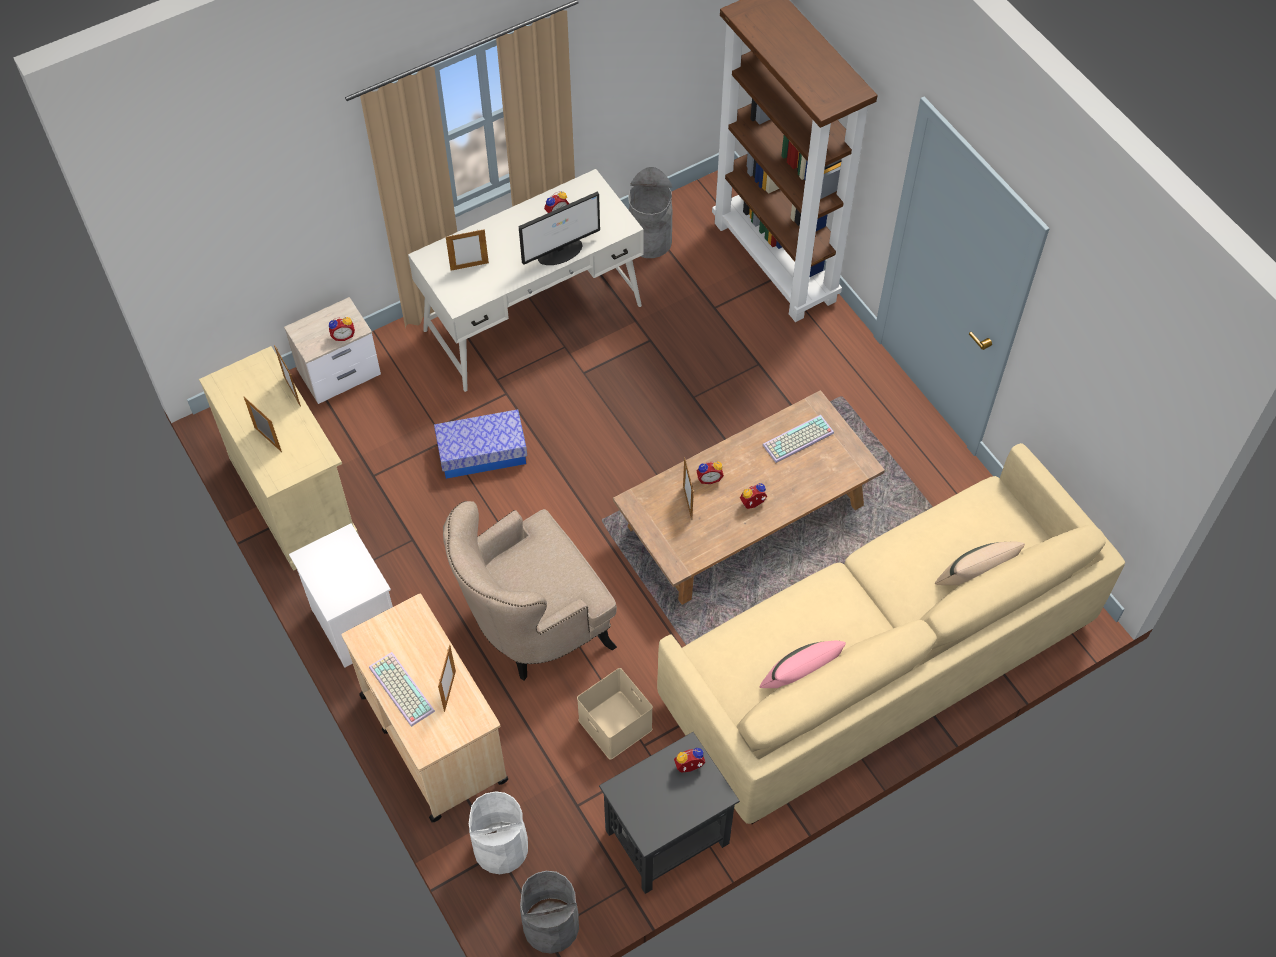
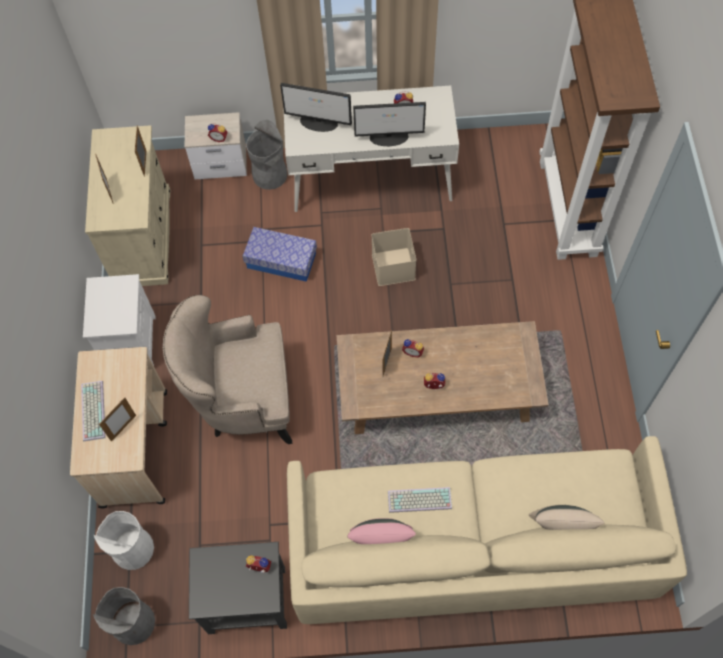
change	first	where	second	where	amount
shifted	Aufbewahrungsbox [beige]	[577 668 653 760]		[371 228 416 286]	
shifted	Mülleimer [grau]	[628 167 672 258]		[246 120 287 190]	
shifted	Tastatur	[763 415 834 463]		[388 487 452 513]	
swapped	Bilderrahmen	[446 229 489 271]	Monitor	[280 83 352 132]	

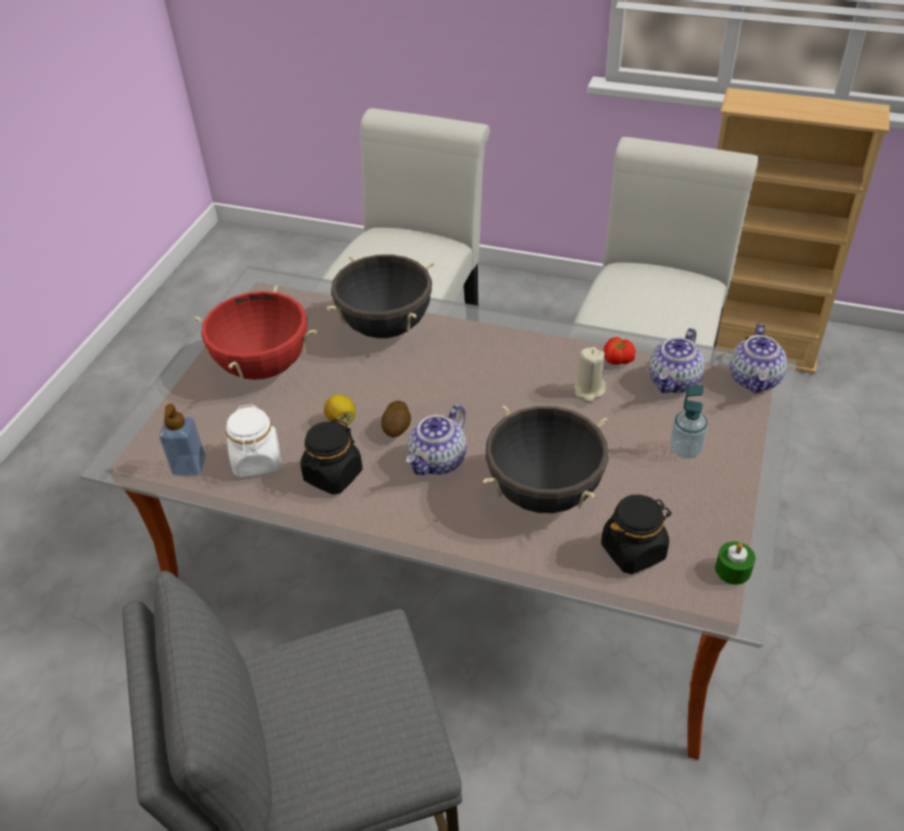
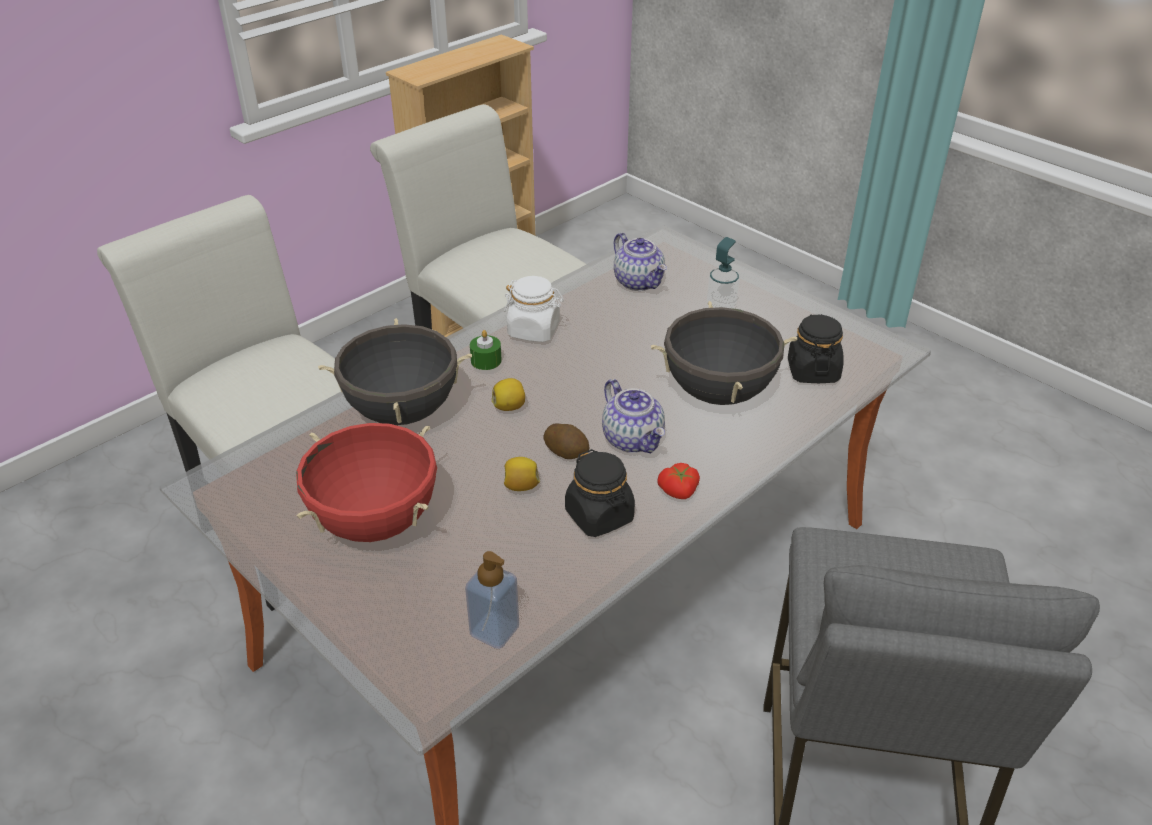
change	first	where	second	where	amount
gone	Kerze [beige]	[574 347 606 402]			
gone	Teekanne	[730 324 787 394]			
new			Zitrone	[492 378 525 411]	
shifted	Vorratsglas [weiß]	[226 404 281 477]		[504 276 564 342]	
shifted	Tomate	[604 337 635 365]		[657 463 700 499]	
shifted	Kerze [grün]	[715 541 756 585]		[470 330 502 370]	

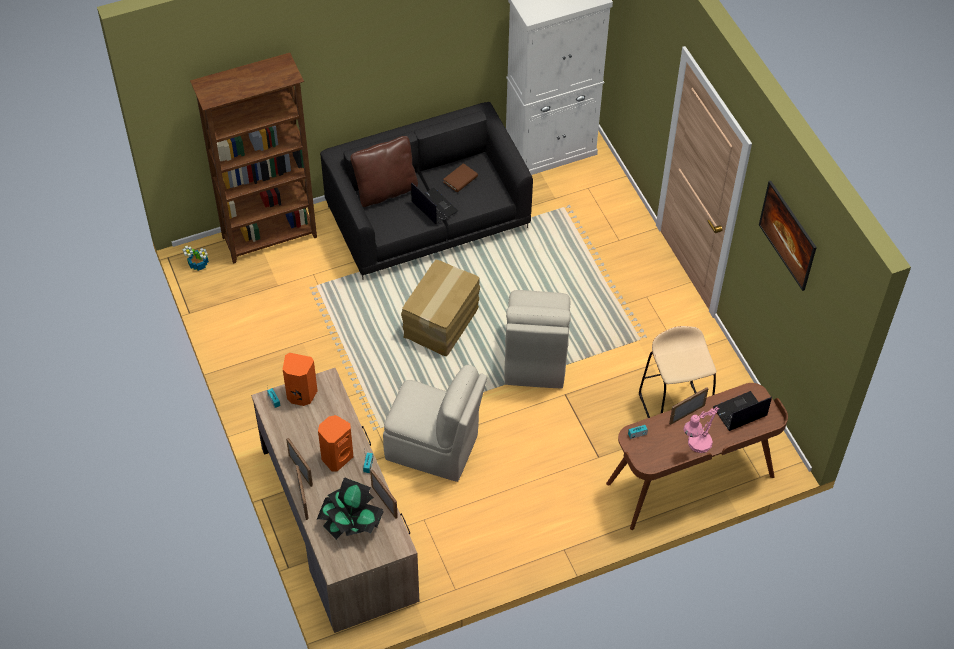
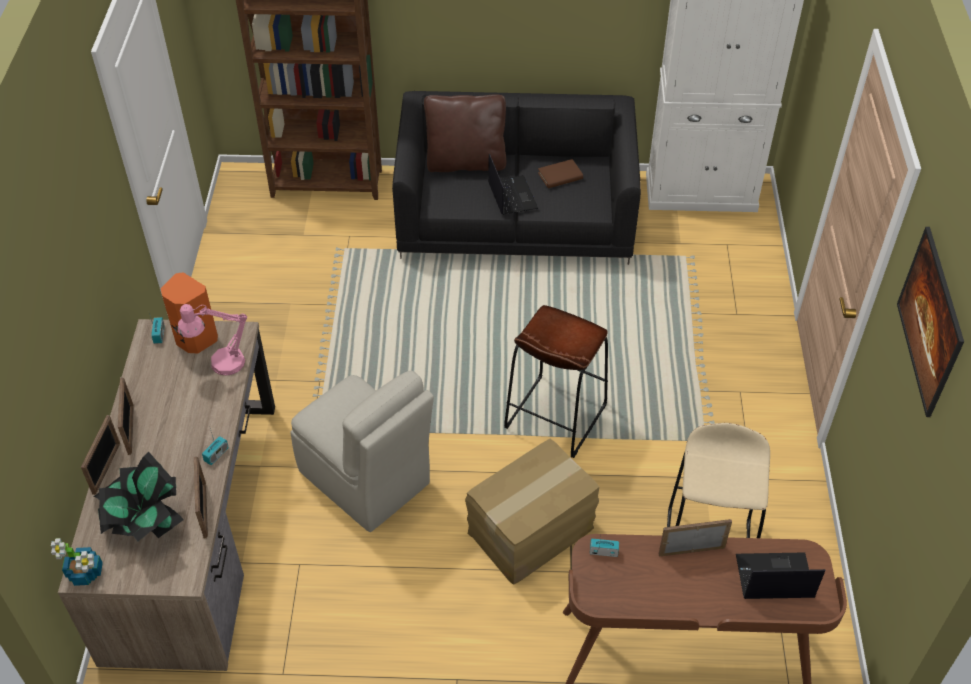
change	first	where	second	where	amount
gone	Lautsprecher [orange]	[318 415 353 472]			
shifted	Topfpflanze	[182 246 209 271]		[51 538 103 586]	
shifted	Karton	[401 259 480 357]		[465 439 599 585]	
shifted	Tischlampe [rosa]	[684 407 719 453]		[178 304 247 376]	
swapped	Stuhl [beige]	[505 290 571 389]	Hocker [braun]	[504 305 608 458]	

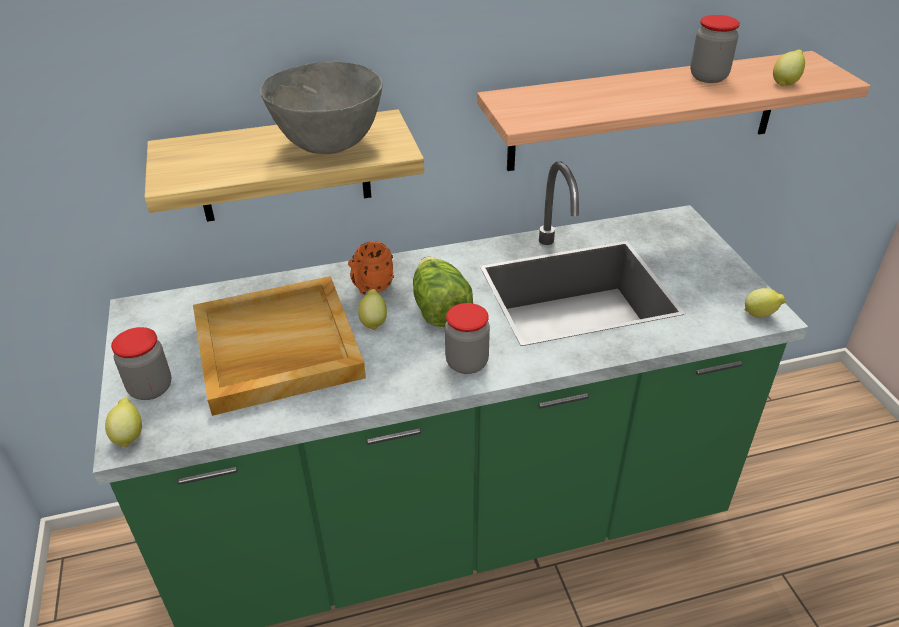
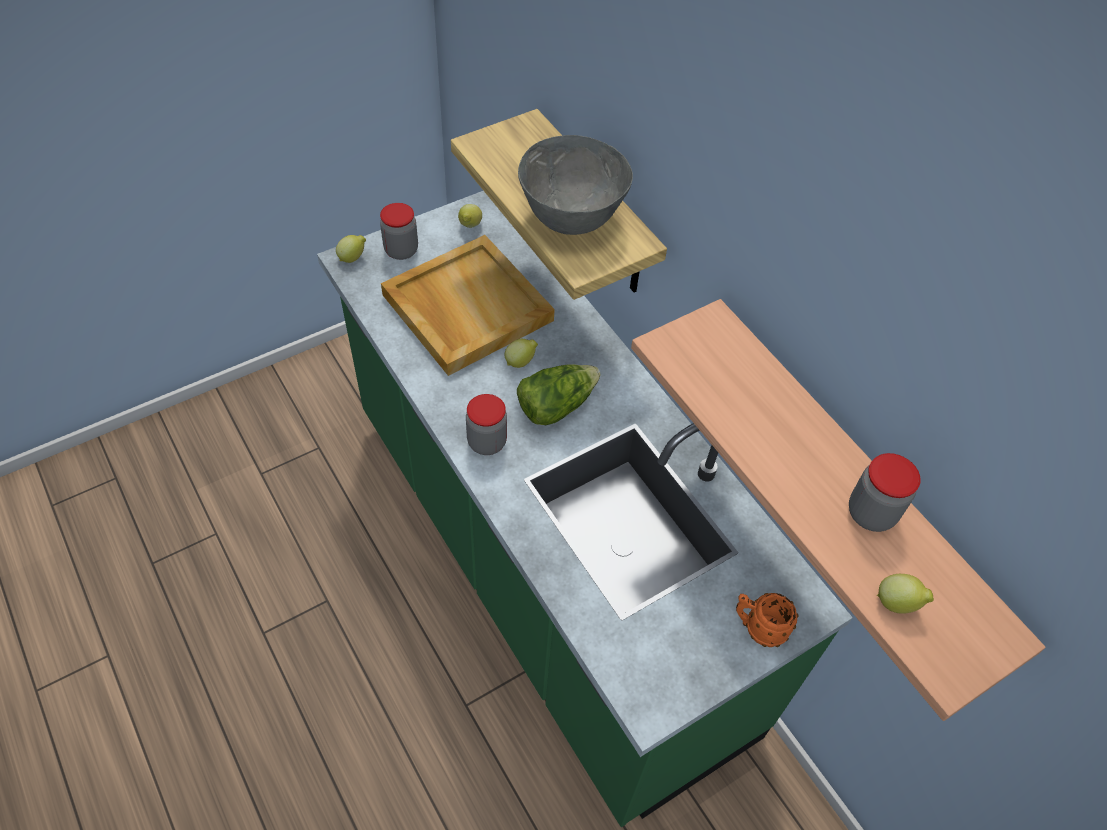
change	first	where	second	where	amount
shifted	Henkelbecher [orange]	[348 241 394 295]		[736 593 798 647]	
shifted	Zitrone	[744 288 786 318]		[458 204 482 228]	

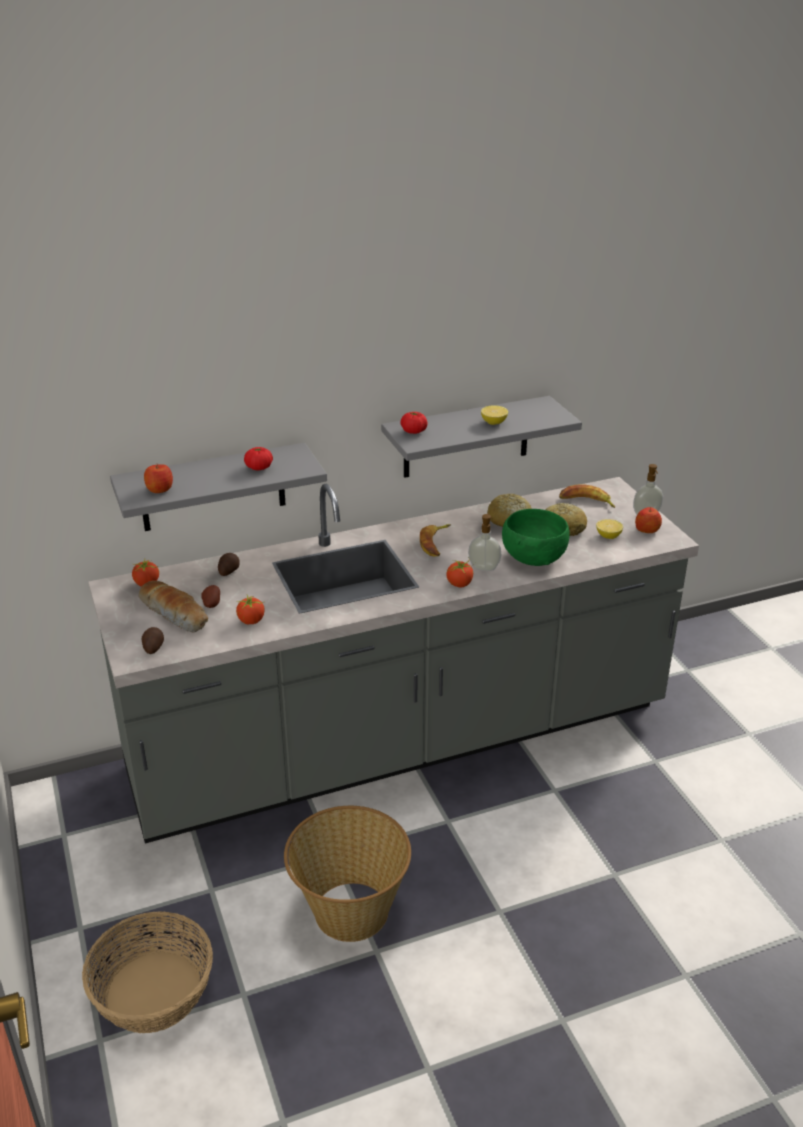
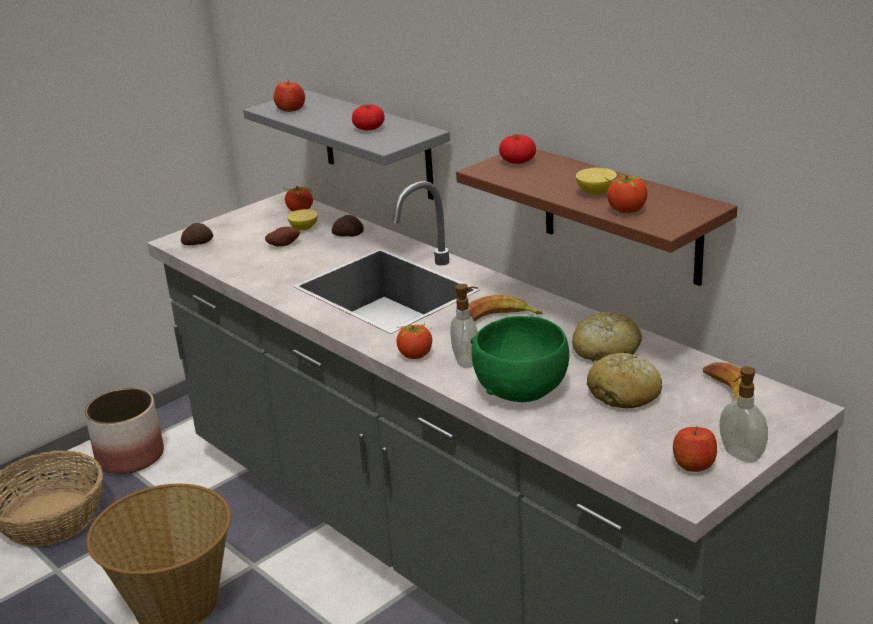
change	first	where	second	where	amount
gone	Brot	[139 581 208 633]			
new			Pflanzkübel	[84 388 164 474]	
shifted	Tomate	[236 595 265 624]		[605 174 648 213]	
shifted	Zitrone	[596 519 623 539]		[287 209 318 231]	
repainted	Wandregal [grau]	[381 396 582 478]	Wandregal [braun]	[456 149 737 286]	

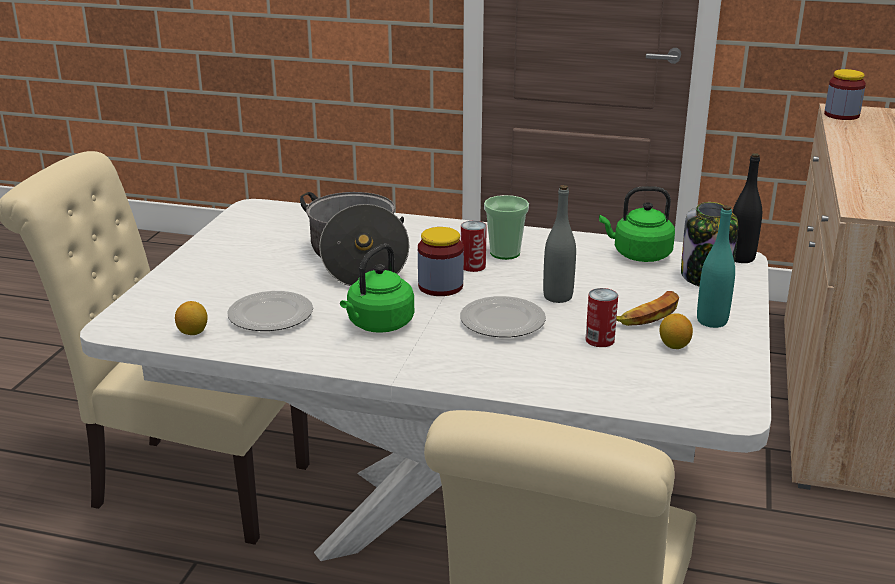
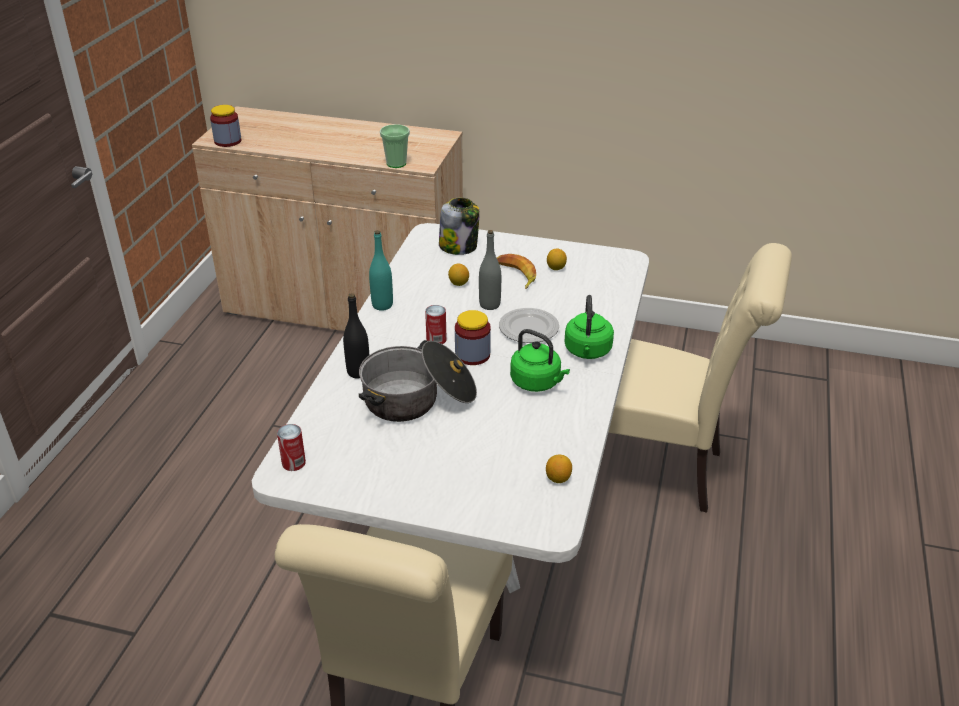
change	first	where	second	where	amount
gone	Teller	[227 291 313 331]			
new			Zitrone	[448 264 469 286]	
shifted	Tasse	[484 195 529 260]		[380 124 410 168]	
shifted	Dose	[585 288 618 347]		[277 424 306 471]	
shifted	Wasserkessel [grün]	[599 186 675 262]		[564 295 614 359]	
shifted	Flasche [türkis]	[697 205 735 328]		[369 230 393 311]	
shifted	Flasche [schwarz]	[732 153 762 263]		[343 293 369 379]	

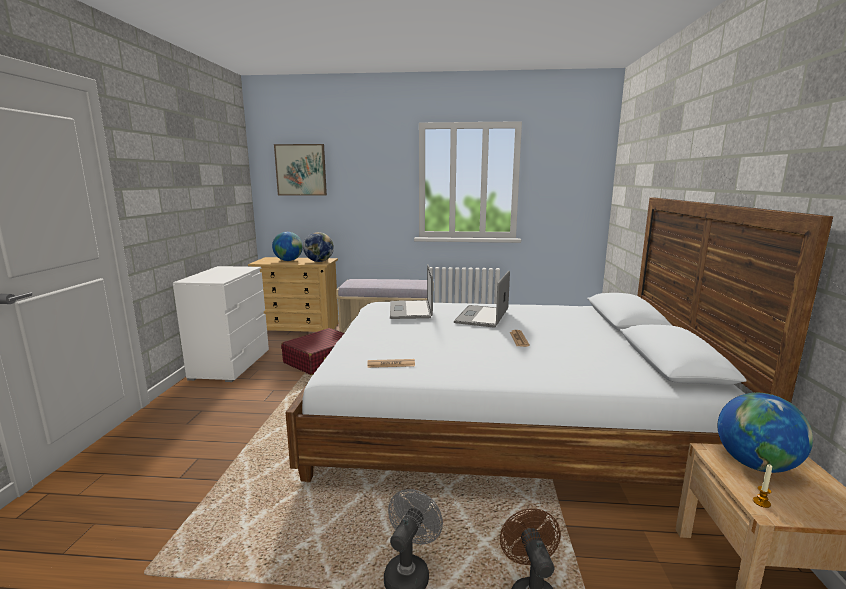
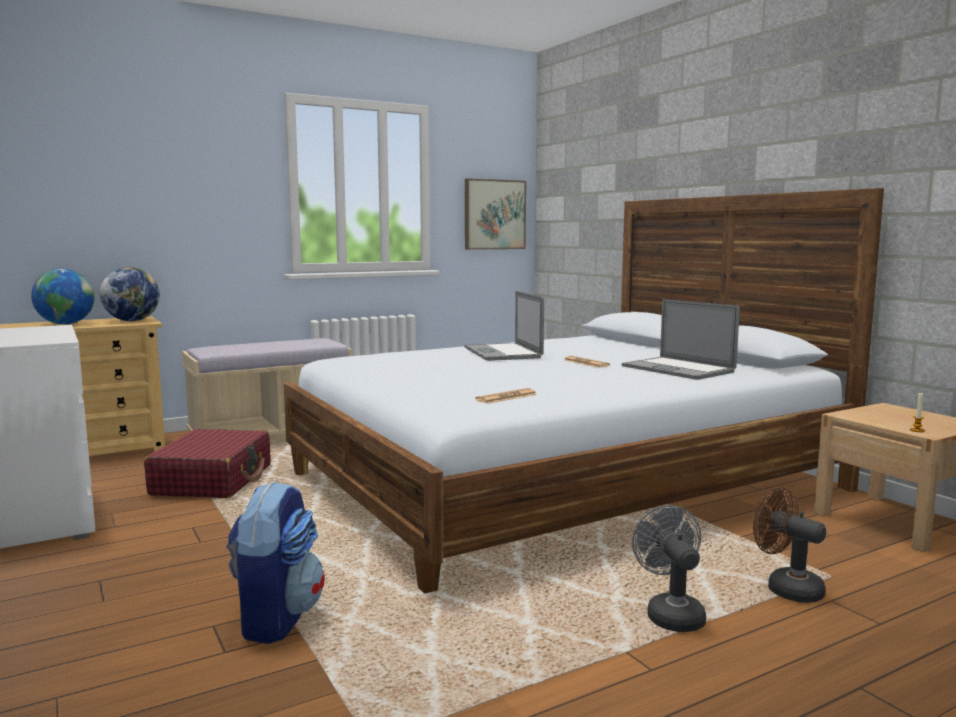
change	first	where	second	where	amount
gone	Globus	[718 393 813 473]			
new			Rucksack	[226 481 325 644]	
shifted	Bild	[274 144 327 196]		[465 178 526 250]	
shifted	Laptop	[390 264 433 319]		[622 299 740 380]	

